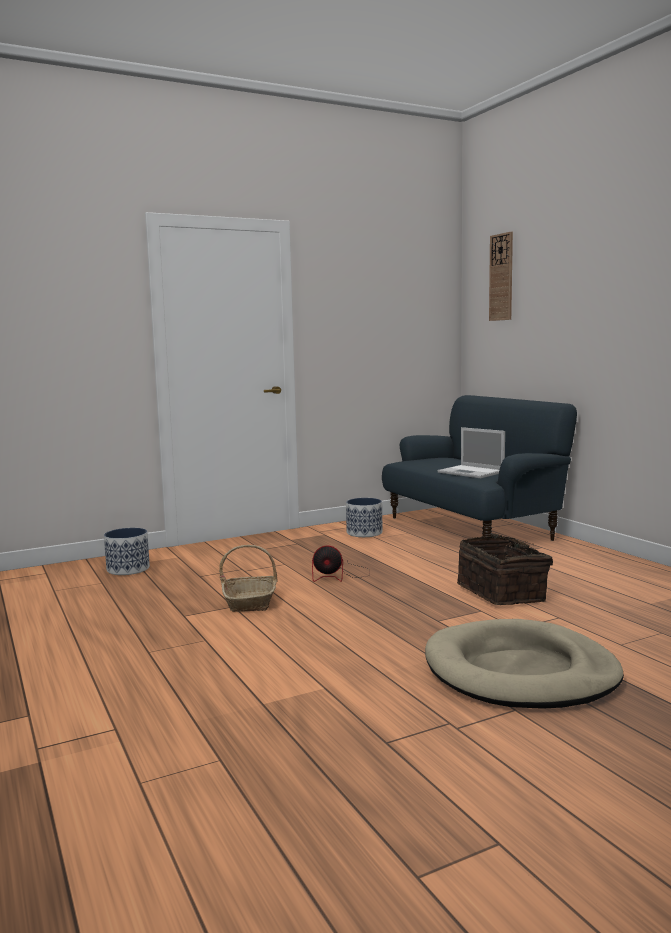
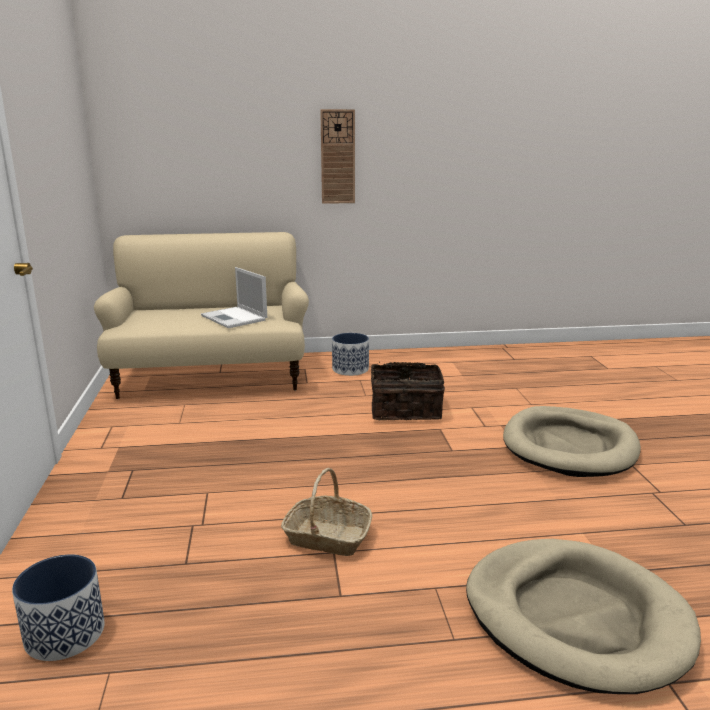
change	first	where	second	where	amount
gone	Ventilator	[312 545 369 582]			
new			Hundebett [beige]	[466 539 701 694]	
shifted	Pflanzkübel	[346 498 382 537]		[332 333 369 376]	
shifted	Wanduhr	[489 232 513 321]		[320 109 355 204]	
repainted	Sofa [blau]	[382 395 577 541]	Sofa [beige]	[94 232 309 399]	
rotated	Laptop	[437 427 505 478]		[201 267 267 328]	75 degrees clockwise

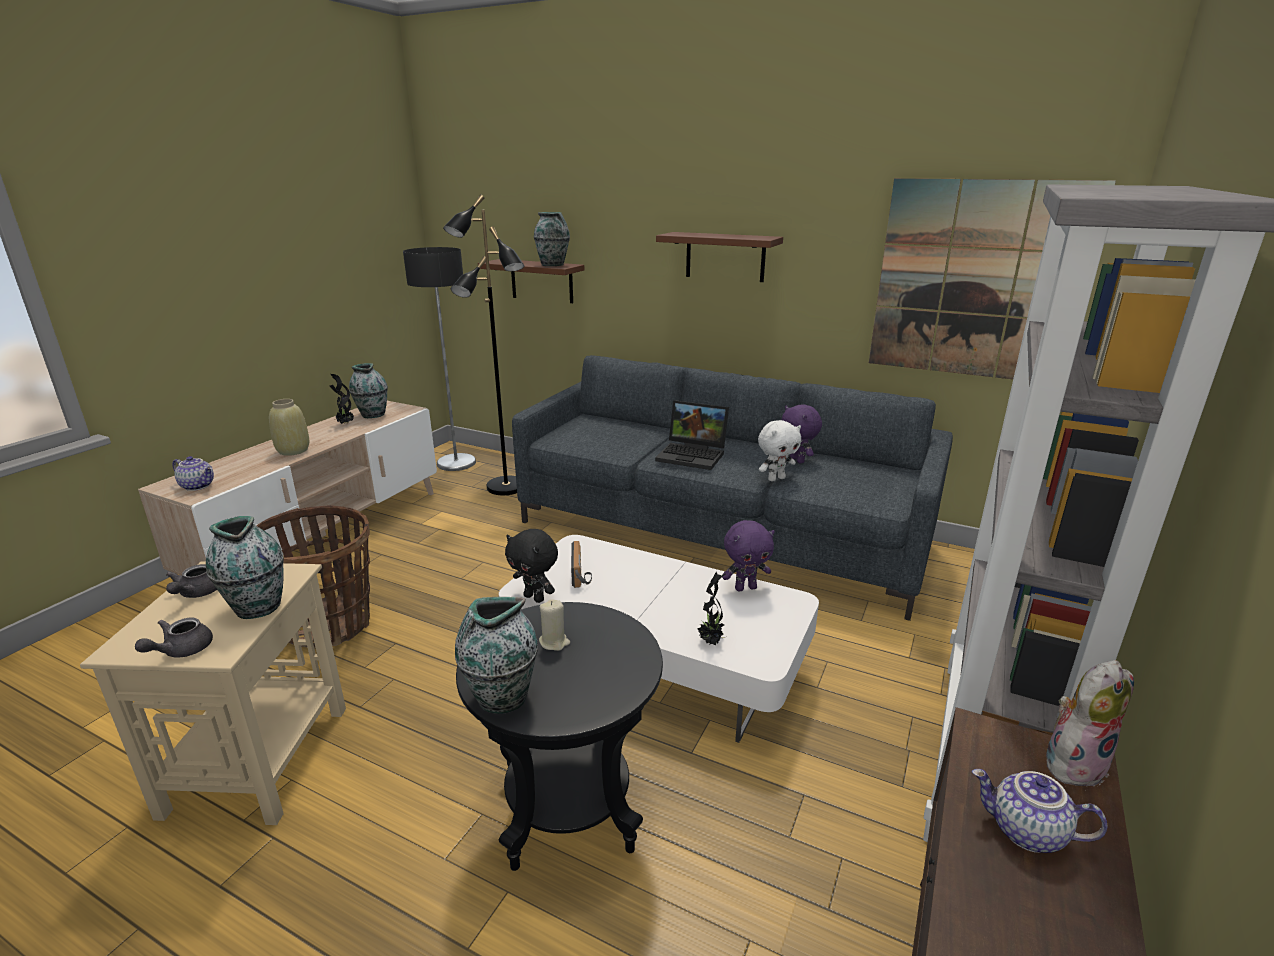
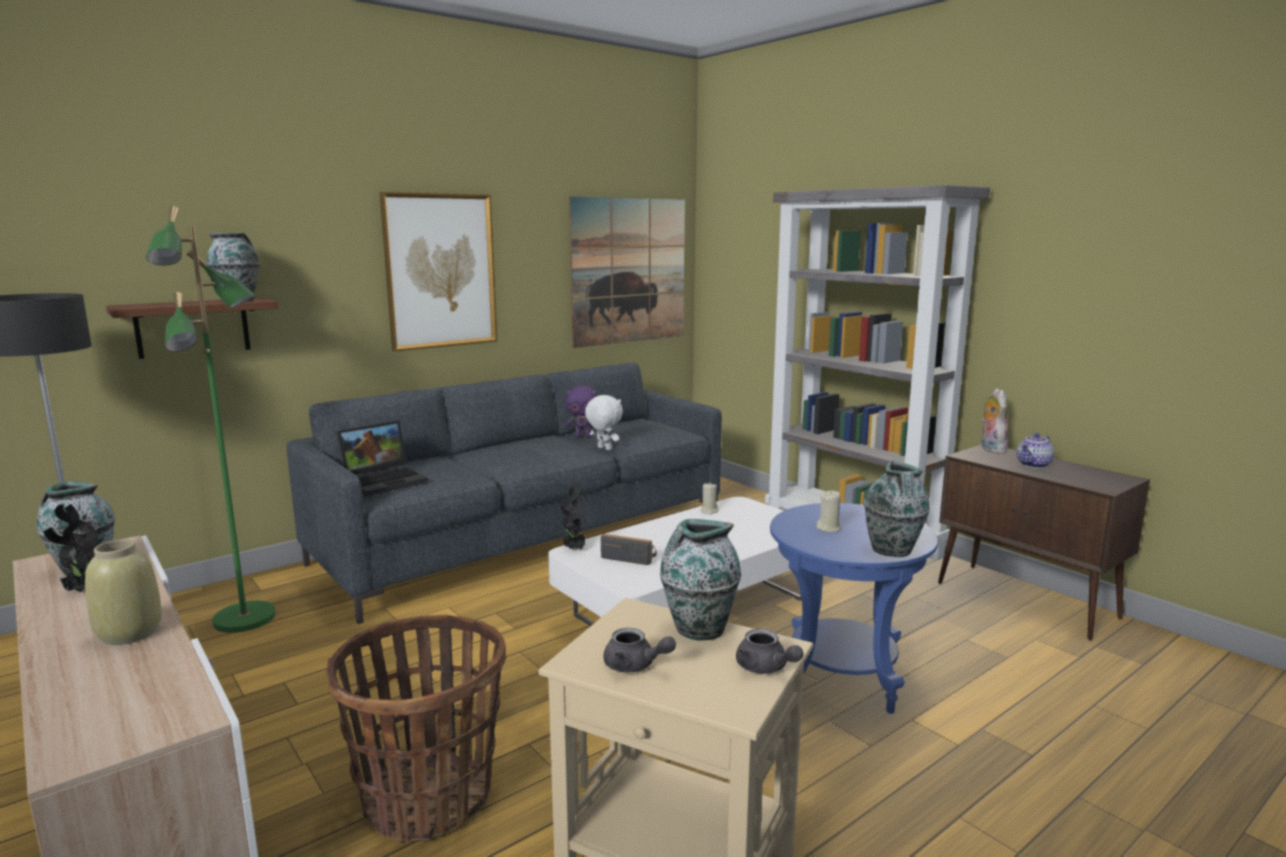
change	first	where	second	where	amount
gone	Teekanne	[172 456 214 491]			
gone	Plüschtier [schwarz]	[505 529 558 603]			
shifted	Laptop	[655 400 729 470]		[336 421 428 496]	
shifted	Topfpflanze	[698 572 726 646]		[561 483 587 550]	
swapped	Wandregal [braun]	[656 232 783 282]	Bild	[380 192 497 351]	
swapped	Plüschtier [lila]	[722 520 775 591]	Kerze [beige]	[701 483 719 514]	
repainted	Stehlampe [schwarz]	[443 194 524 495]	Stehlampe [grün]	[146 206 276 633]	
repainted	Beistelltisch [schwarz]	[456 602 663 871]	Beistelltisch [blau]	[770 503 938 714]	
rotated	Plüschtier [weiß]	[758 420 801 482]		[585 395 623 450]	45 degrees counterclockwise

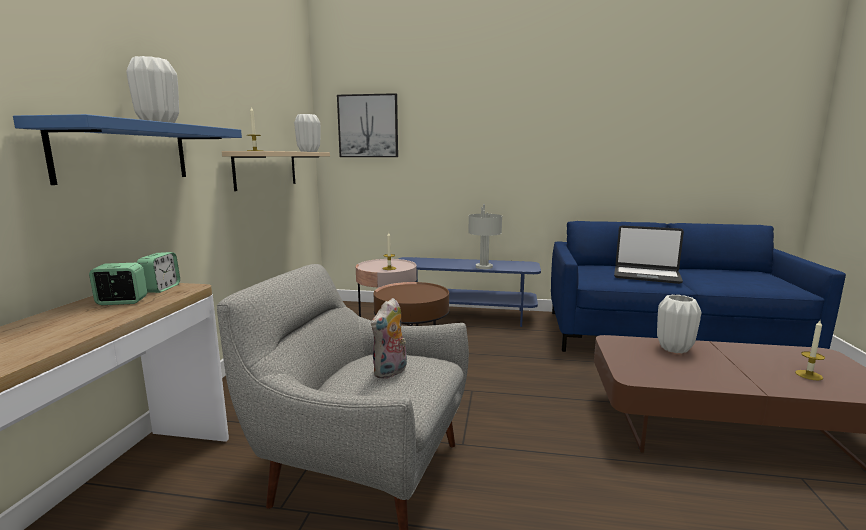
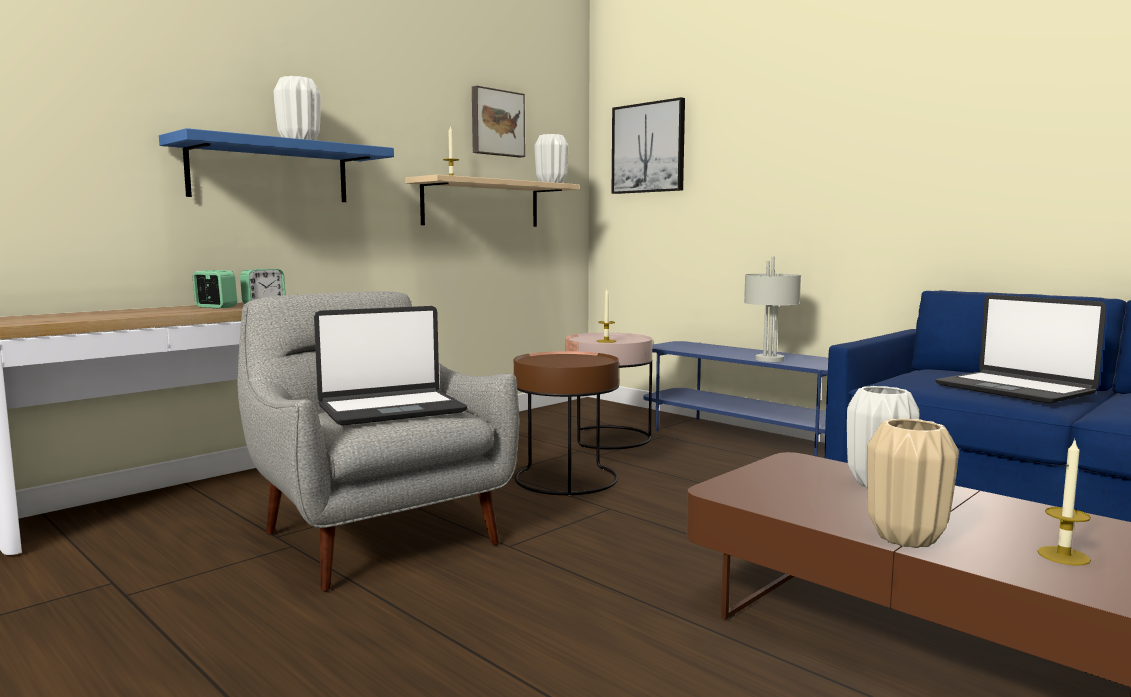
change	first	where	second	where	amount
new			Bild	[472 86 525 158]	
new			Vase [beige]	[867 418 959 548]	
swapped	Plüschtier	[371 298 407 379]	Laptop	[314 306 467 426]	

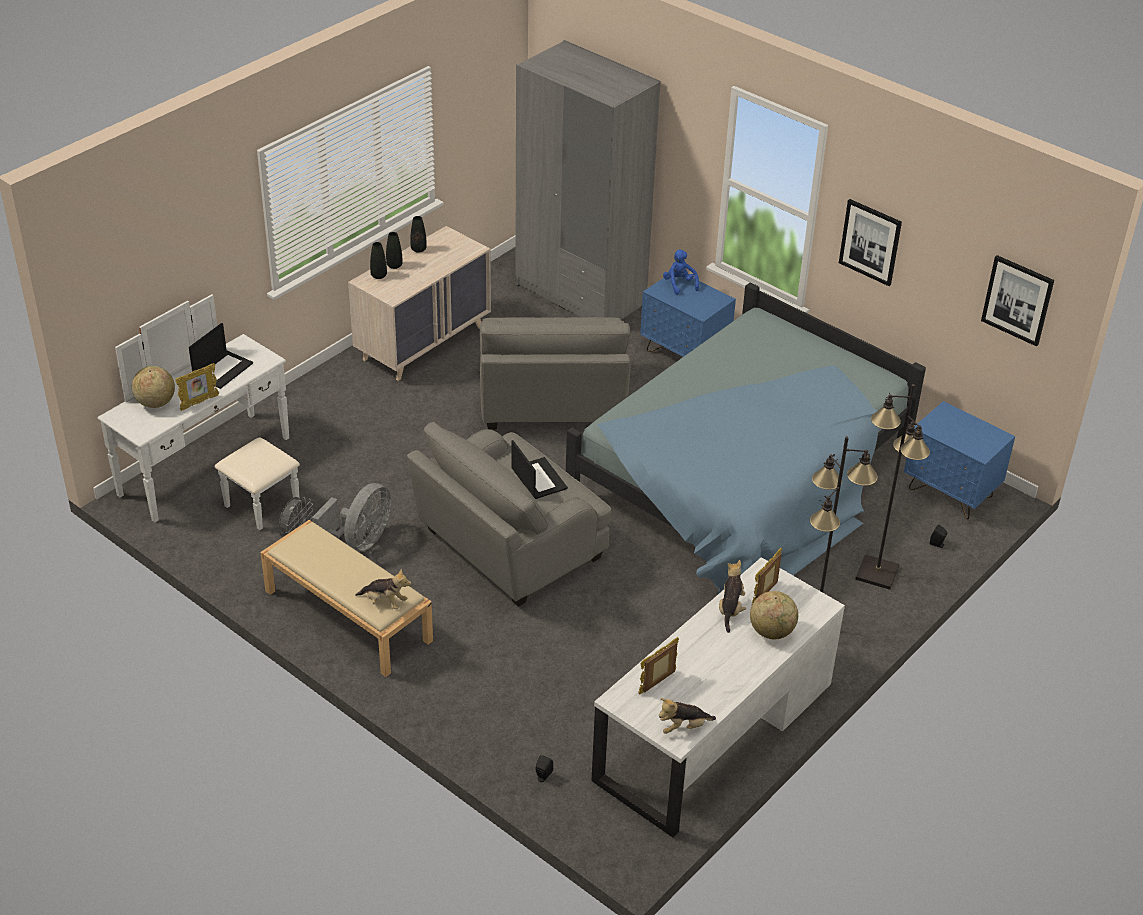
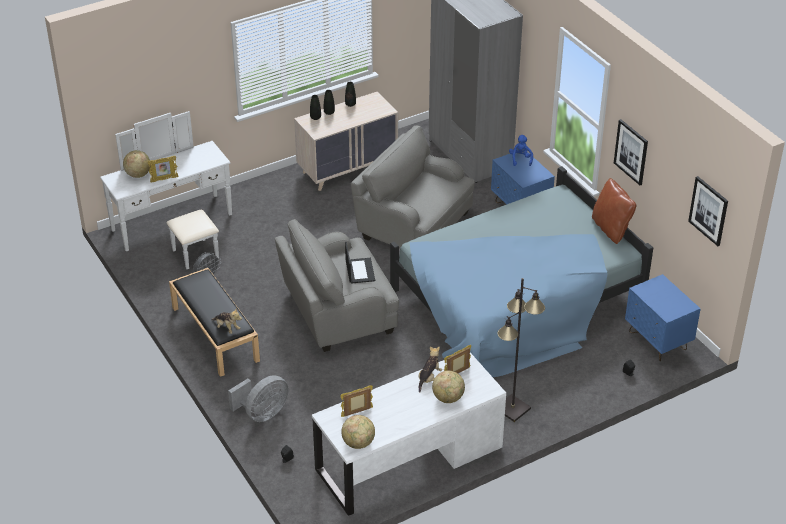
change	first	where	second	where	amount
gone	Laptop	[189 323 253 389]			
gone	Stehlampe [schwarz]	[855 384 930 590]			
new			Kissen [braun]	[592 178 636 244]	
shifted	Ventilator [grau]	[312 483 391 551]		[228 375 289 422]	
swapped	Plüschtier	[659 698 716 734]	Globus	[341 415 375 449]	
repainted	Bank [beige]	[261 520 433 677]	Bank [schwarz]	[169 268 260 377]	
rotated	Sessel [grau]	[480 317 630 429]		[351 126 475 249]	105 degrees clockwise

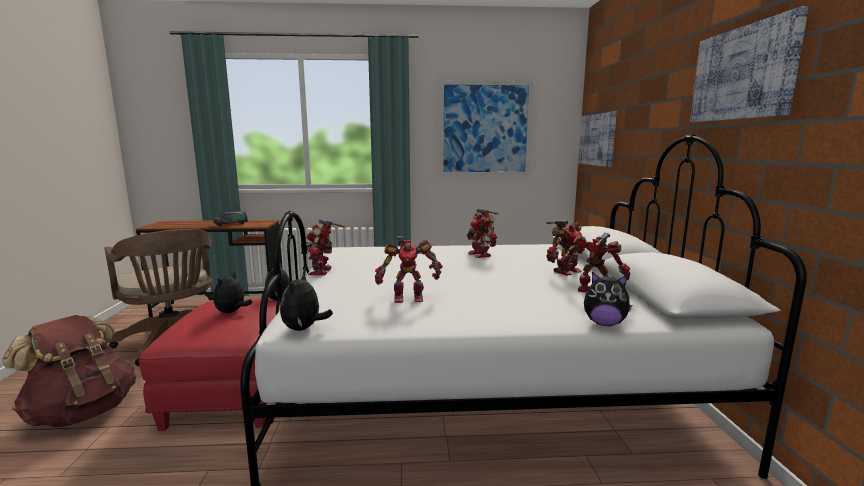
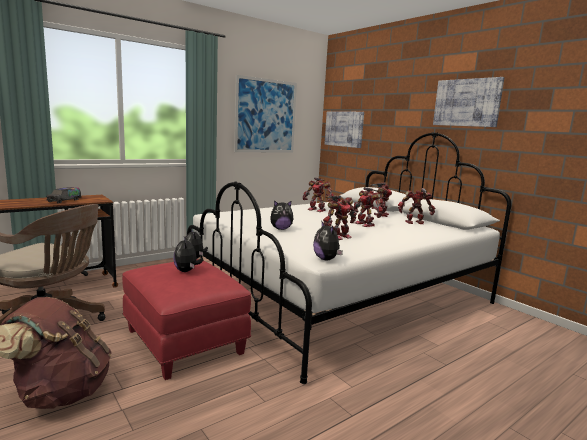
change	first	where	second	where	amount
shifted	Spielzeugroboter	[307 219 345 275]		[353 187 383 227]	
shifted	Plüschtier	[584 272 632 326]		[270 200 293 230]	

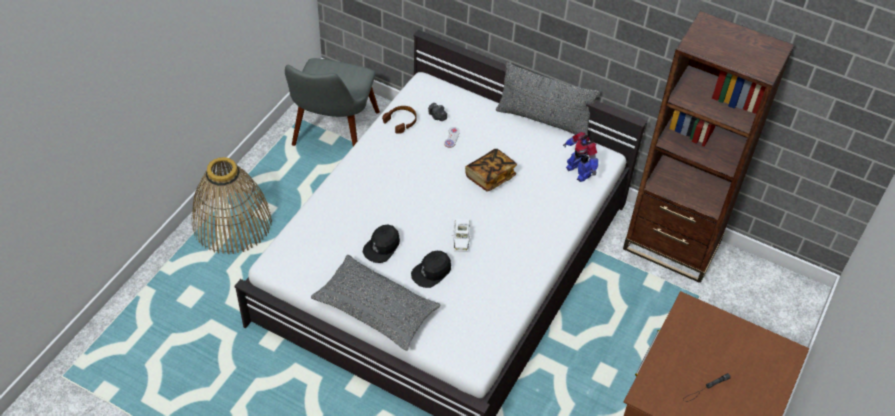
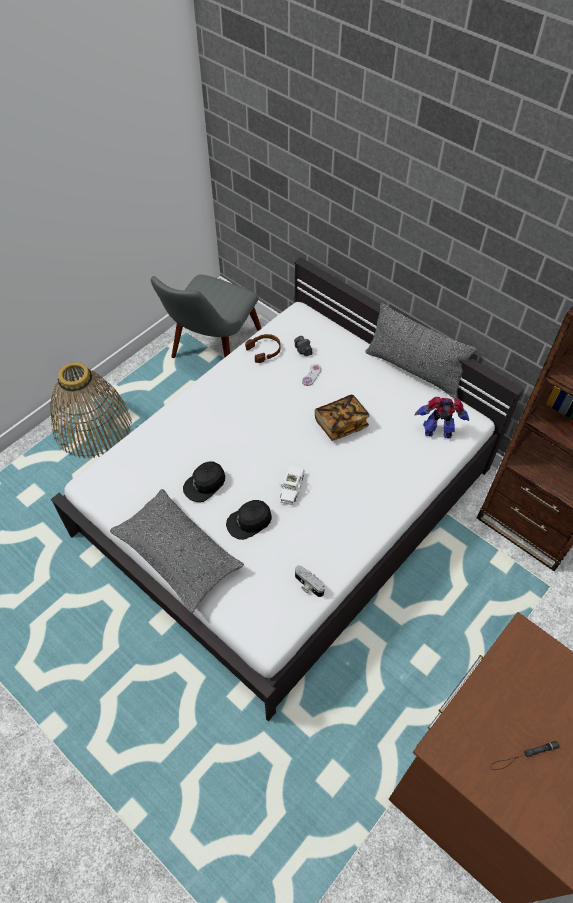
change	first	where	second	where	amount
new			Kamera	[295 565 325 597]	
rotated	Spielzeugroboter	[563 132 598 182]		[415 397 469 439]	120 degrees clockwise

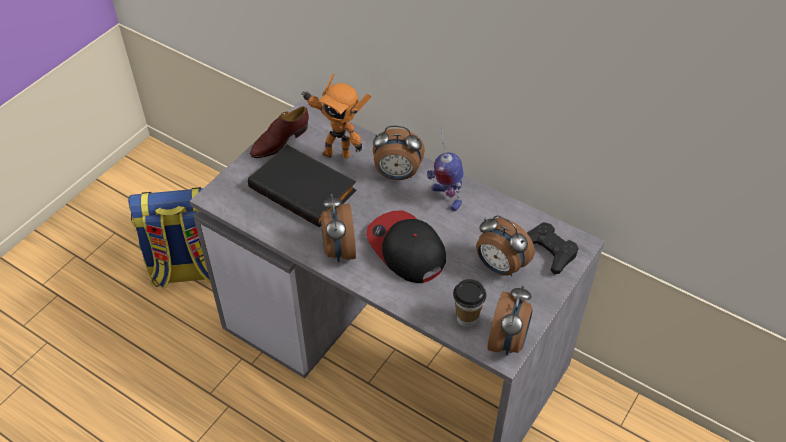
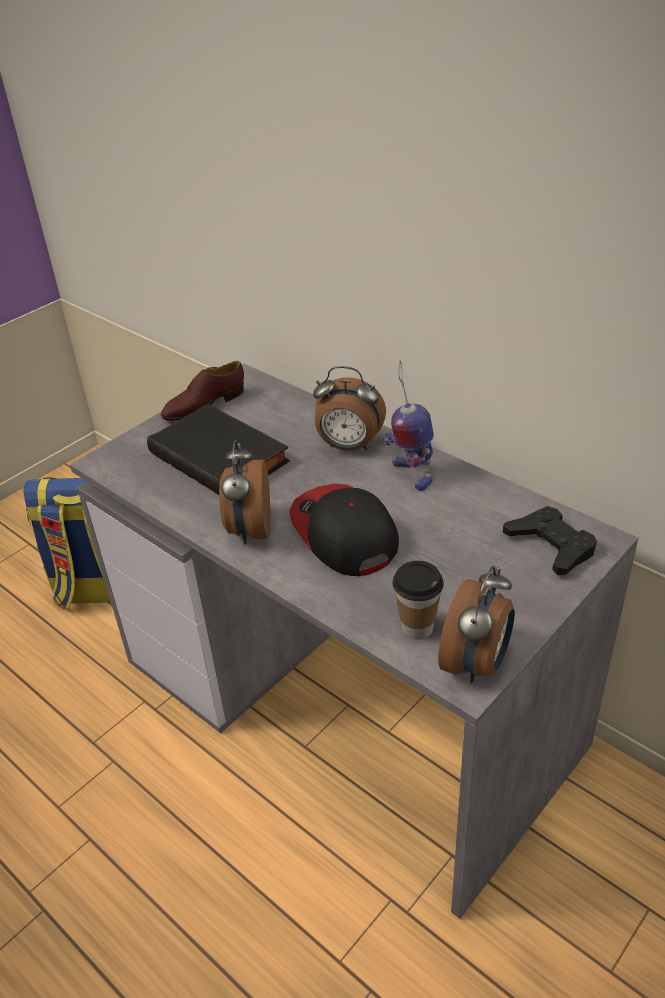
change	first	where	second	where	amount
gone	Spielzeugroboter	[301 73 371 158]			
gone	Wecker	[476 215 535 276]			

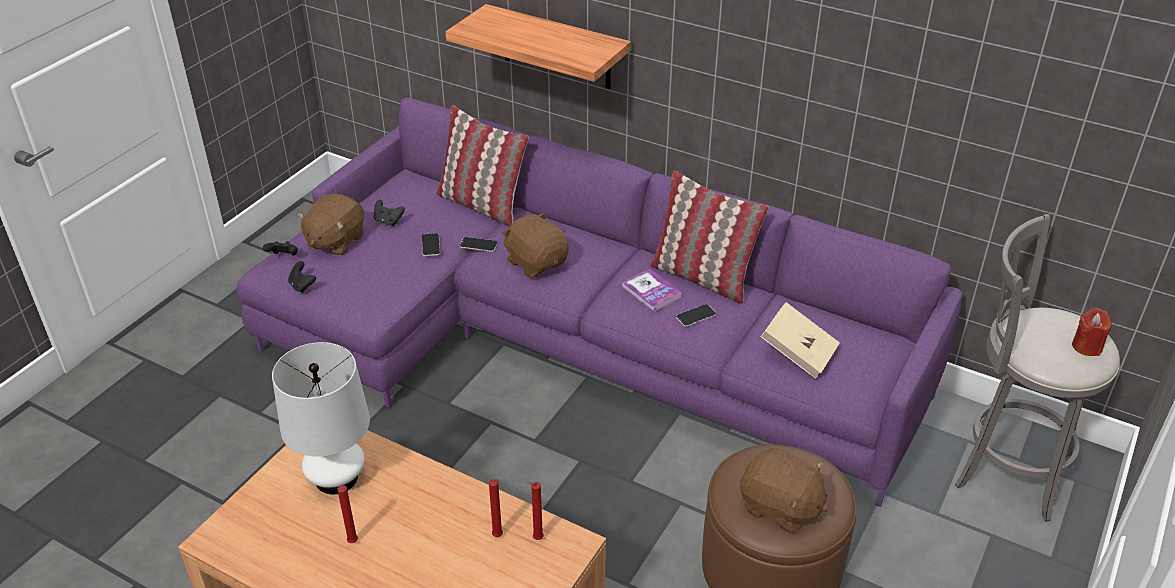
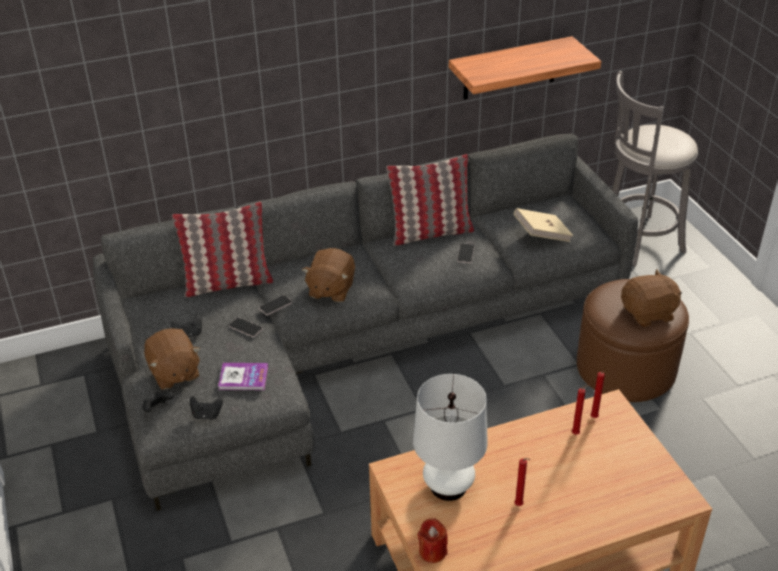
change	first	where	second	where	amount
shifted	Wandregal	[445 4 631 89]		[449 36 601 100]	
shifted	Buch	[622 269 683 312]		[218 363 268 390]	
shifted	Kerze [rot]	[1072 308 1112 356]		[418 518 448 563]	
repainted	Sofa [lila]	[236 97 963 507]	Sofa [grau]	[93 134 638 511]	
rotated	Plüschtier [braun]	[501 212 569 278]		[302 248 355 302]	75 degrees counterclockwise

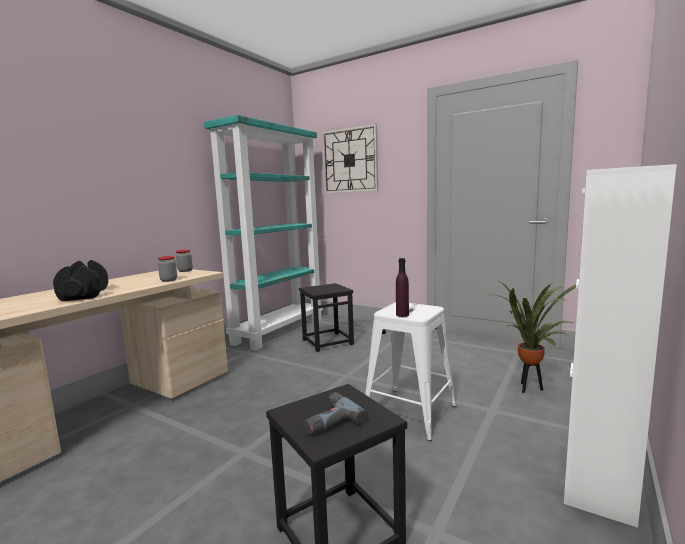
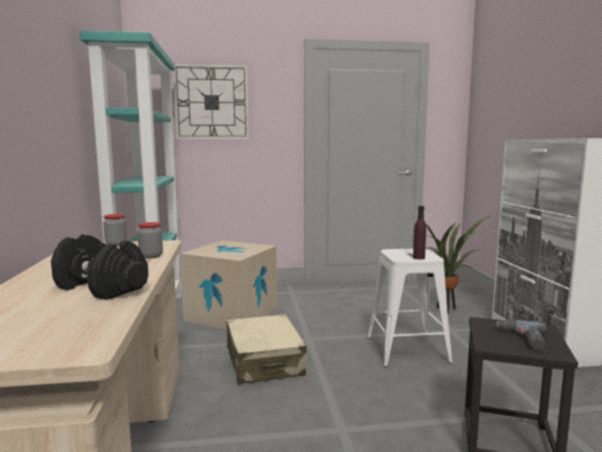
change	first	where	second	where	amount
new			Koffer [beige]	[227 314 307 384]	
swapped	Hocker [schwarz]	[299 283 354 352]	Karton	[180 240 277 329]	

